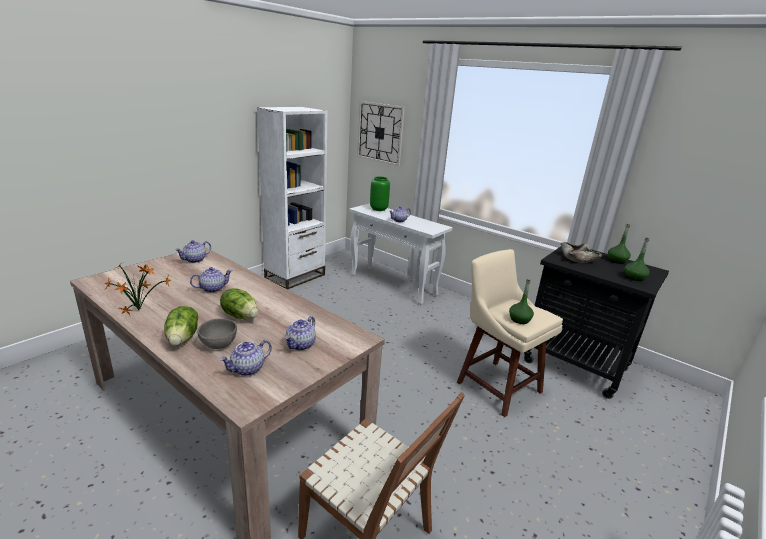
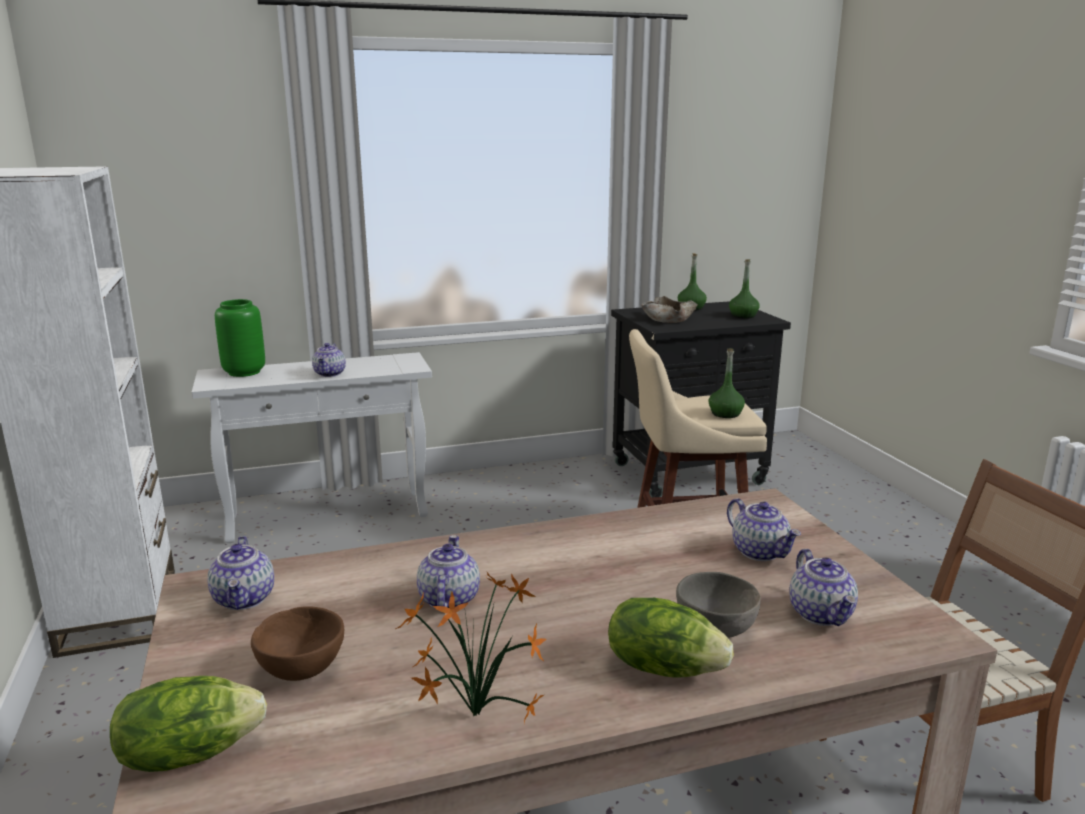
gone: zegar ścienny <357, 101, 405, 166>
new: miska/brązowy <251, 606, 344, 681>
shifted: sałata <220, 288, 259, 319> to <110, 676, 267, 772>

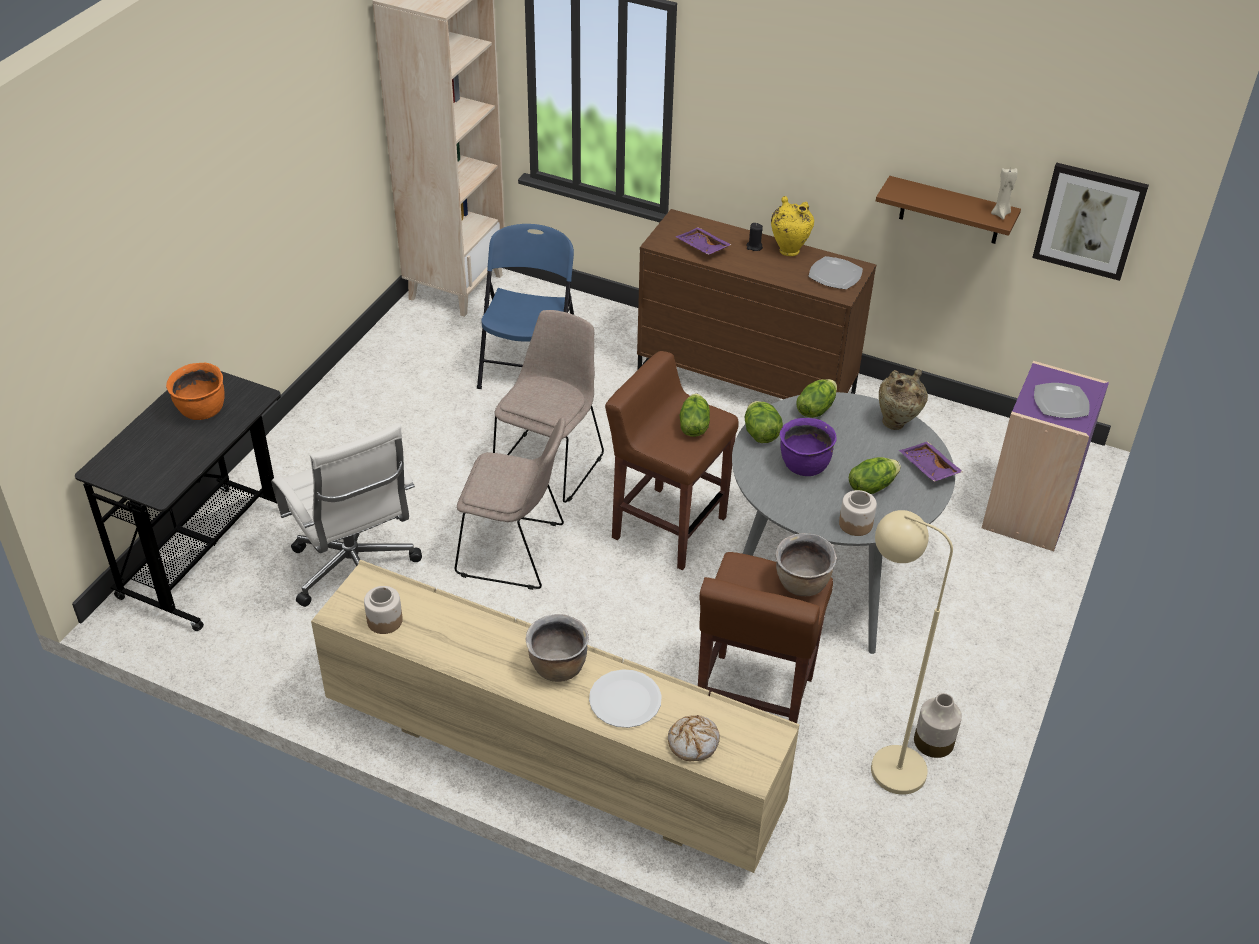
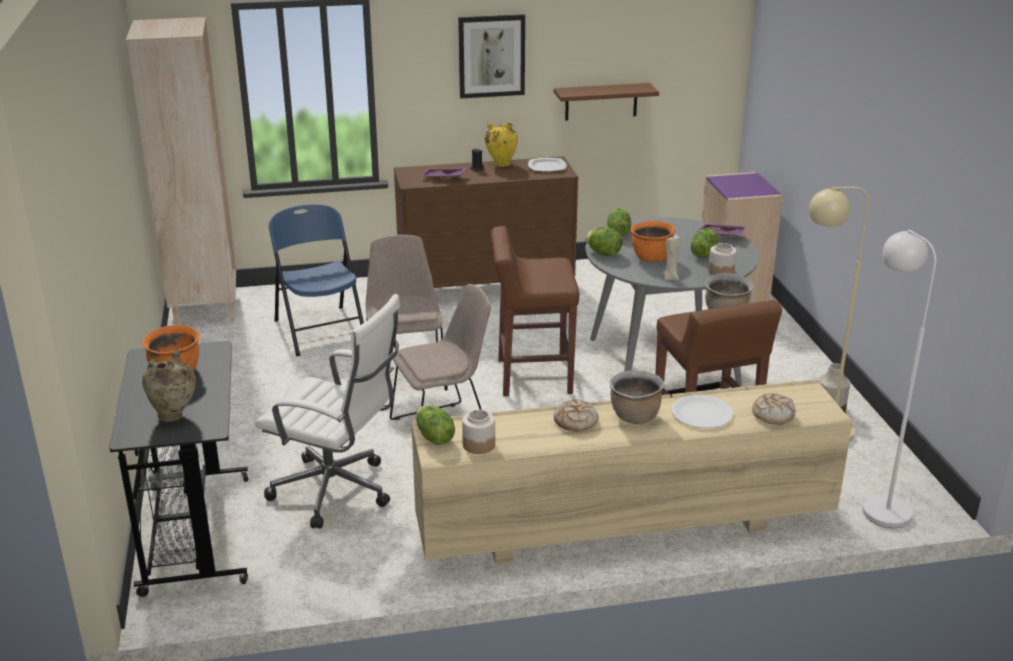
gone: talerz <1034, 383, 1090, 418>
new: chleb <554, 399, 599, 432>; lampa stojąca/biały <862, 229, 936, 528>
shifted: wazon/beżowy <879, 369, 928, 430> to <142, 350, 196, 422>; sałata <680, 393, 710, 437> to <416, 406, 455, 445>; obraz <1032, 163, 1149, 281> to <458, 14, 525, 98>; świeca/beżowy <991, 168, 1018, 220> to <662, 235, 681, 281>
repainted: garnek/fioletowy <780, 418, 837, 476> to garnek/pomarańczowy <631, 221, 675, 262>

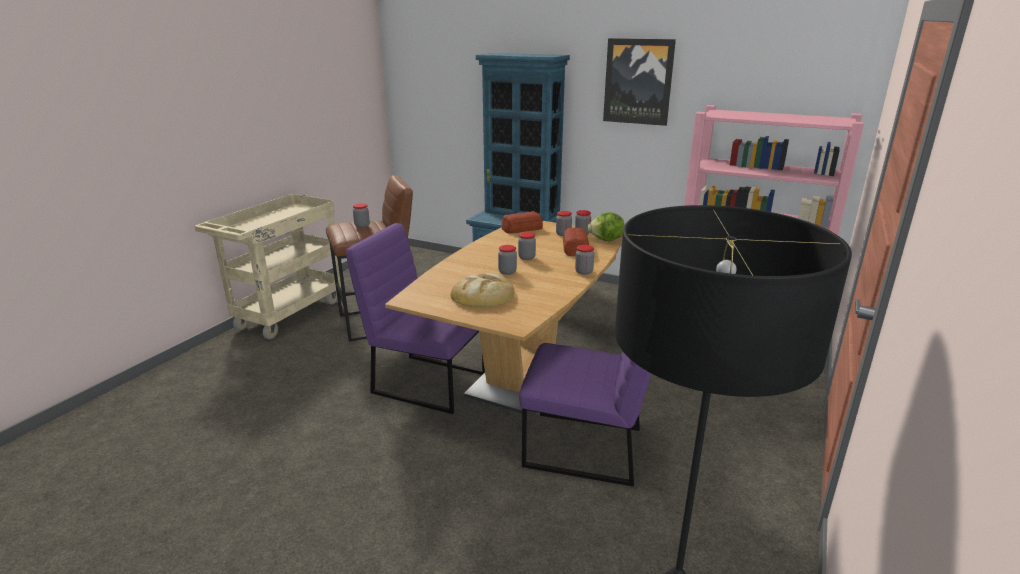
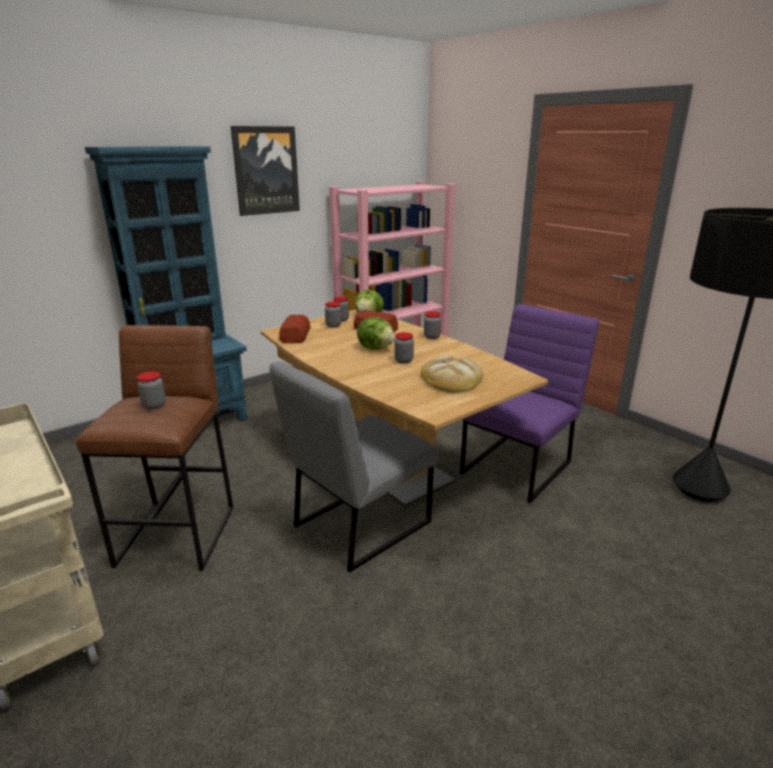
swapped: słoik <518, 232, 536, 260> to sałata <357, 317, 395, 350>
repainted: krzesło/fioletowy <346, 223, 485, 414> to krzesło/szary <270, 361, 438, 572>

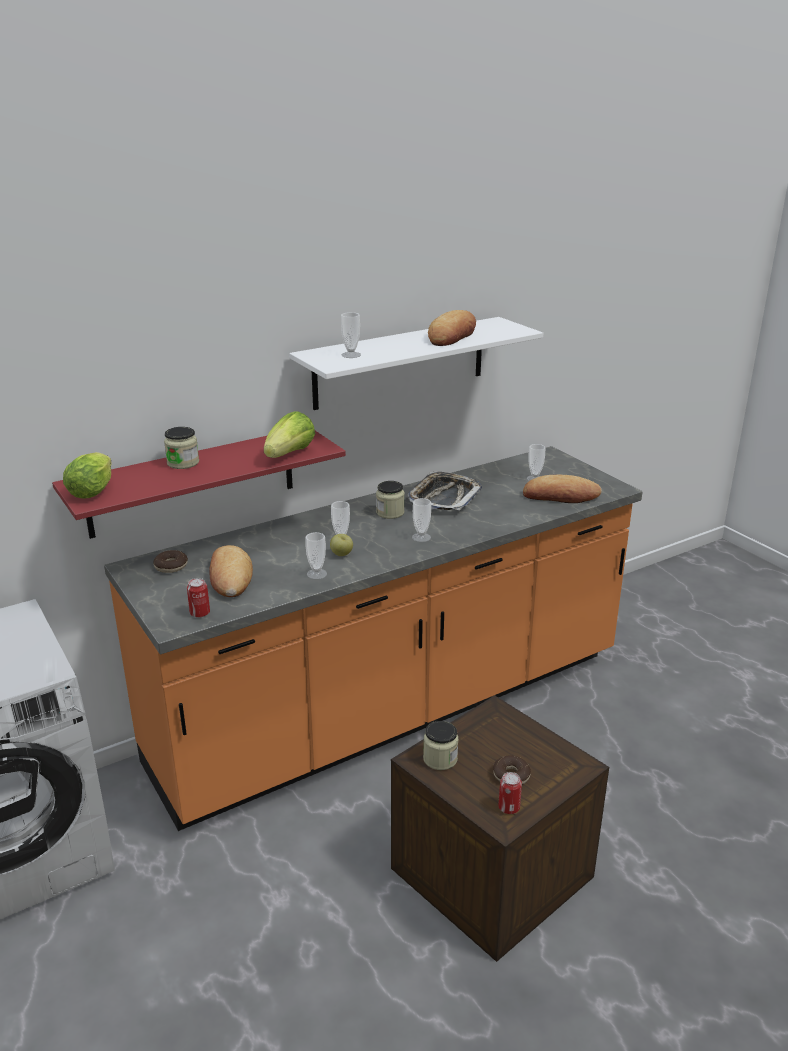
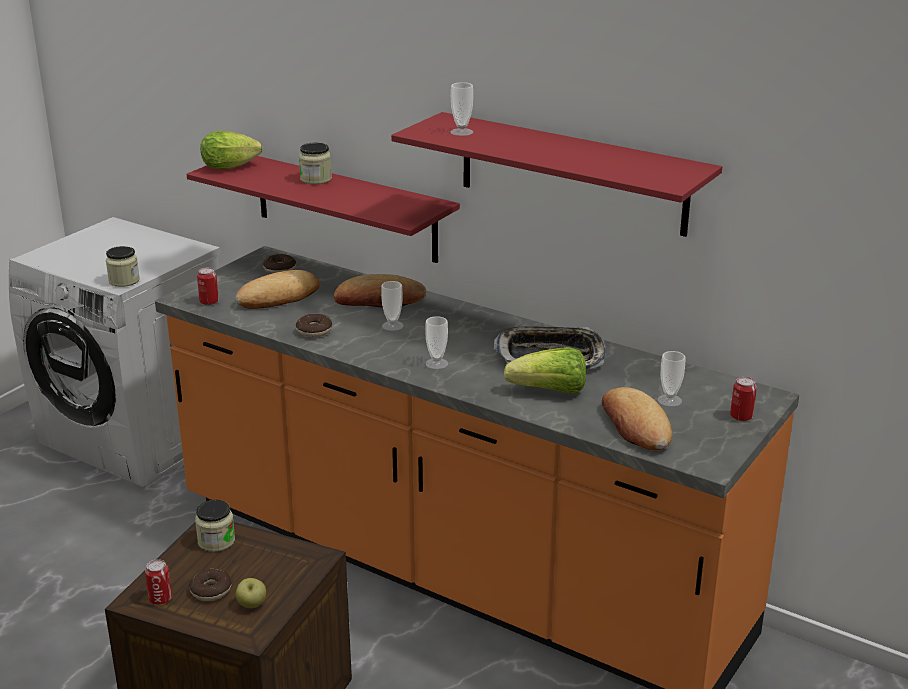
new: puszka <730, 377, 757, 421>
shifted: słoik <376, 481, 405, 519> to <106, 246, 140, 287>; jabłko <330, 534, 353, 556> to <236, 578, 266, 608>; chleb <428, 310, 476, 346> to <334, 274, 427, 308>; sałata <264, 411, 315, 458> to <504, 347, 586, 394>
swapped: filiżanka <306, 532, 327, 579> to donut <296, 314, 332, 338>
repainted: półka/biały <289, 317, 543, 410> to półka/czerwony <391, 112, 722, 237>

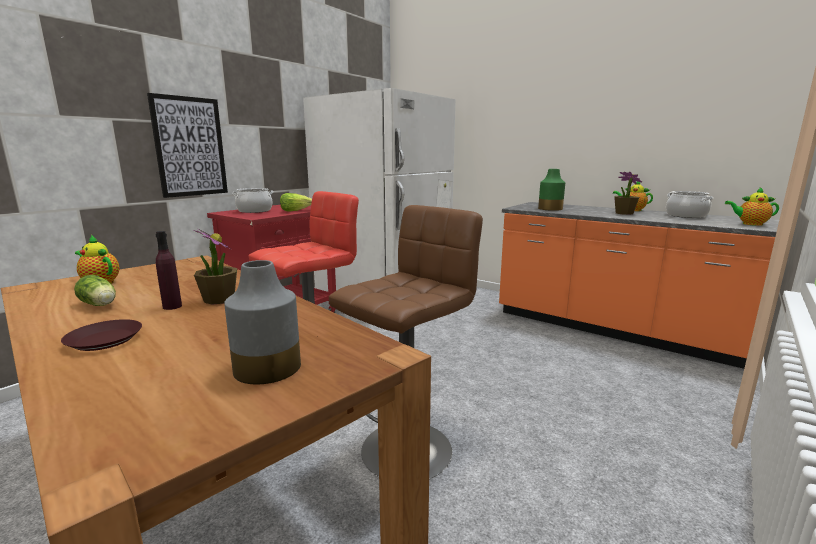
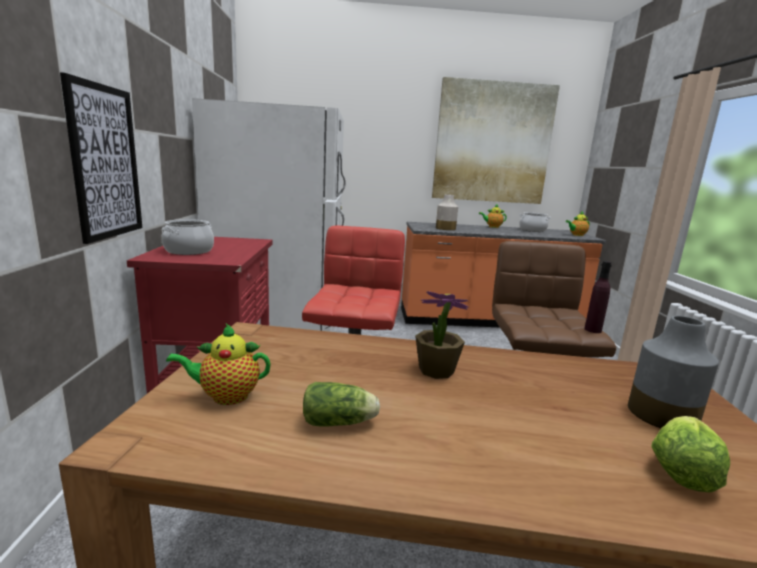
gone: talerz/brązowy <61, 319, 142, 351>; roślina doniczkowa <614, 171, 642, 215>
new: obraz <432, 77, 560, 204>
shifted: butelka/fioletowy <155, 231, 182, 310> to <584, 261, 612, 333>; sałata <280, 193, 312, 212> to <652, 416, 730, 492>
repainted: wazon/zielony <538, 169, 565, 211> to wazon/beżowy <436, 194, 458, 230>

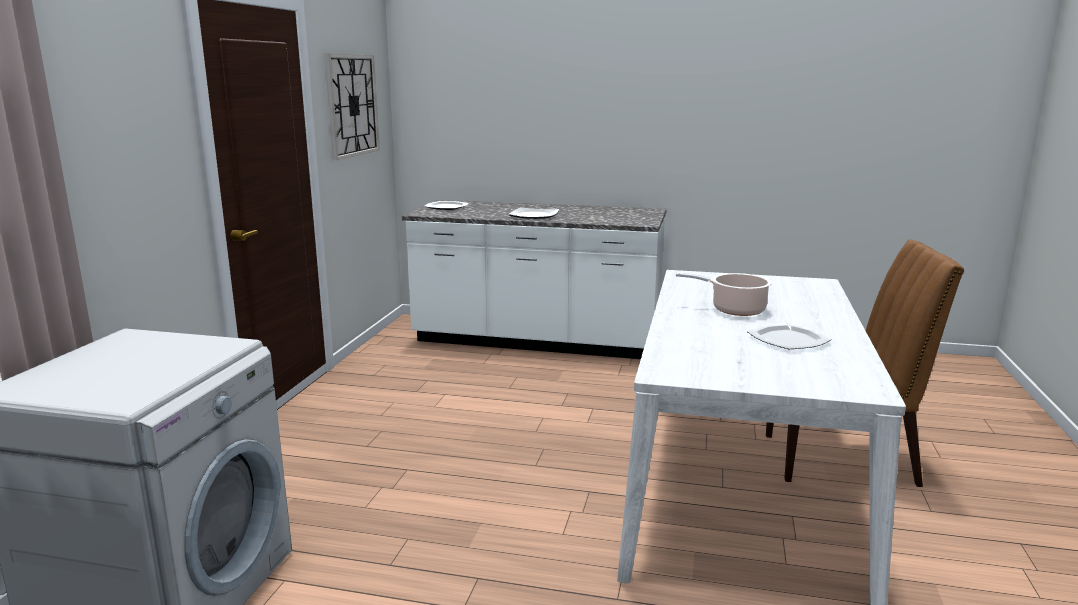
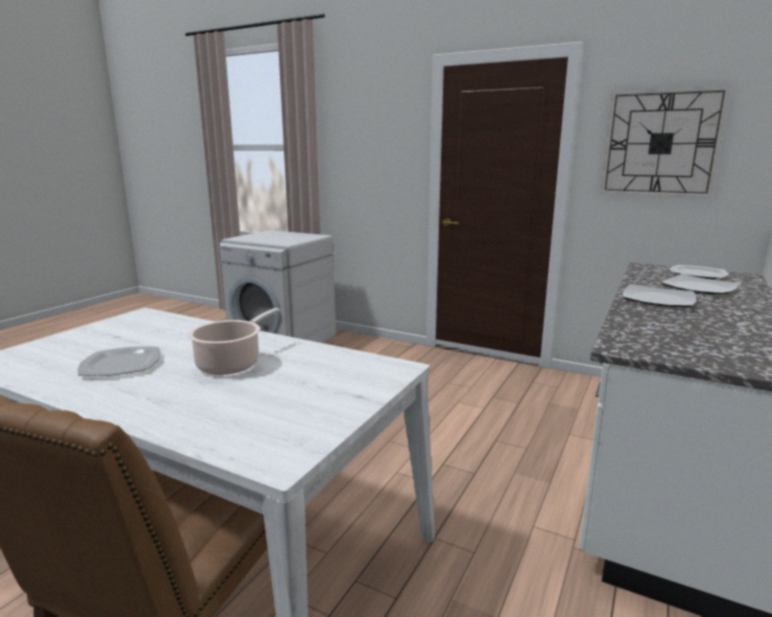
new: talerz <661, 274, 740, 295>

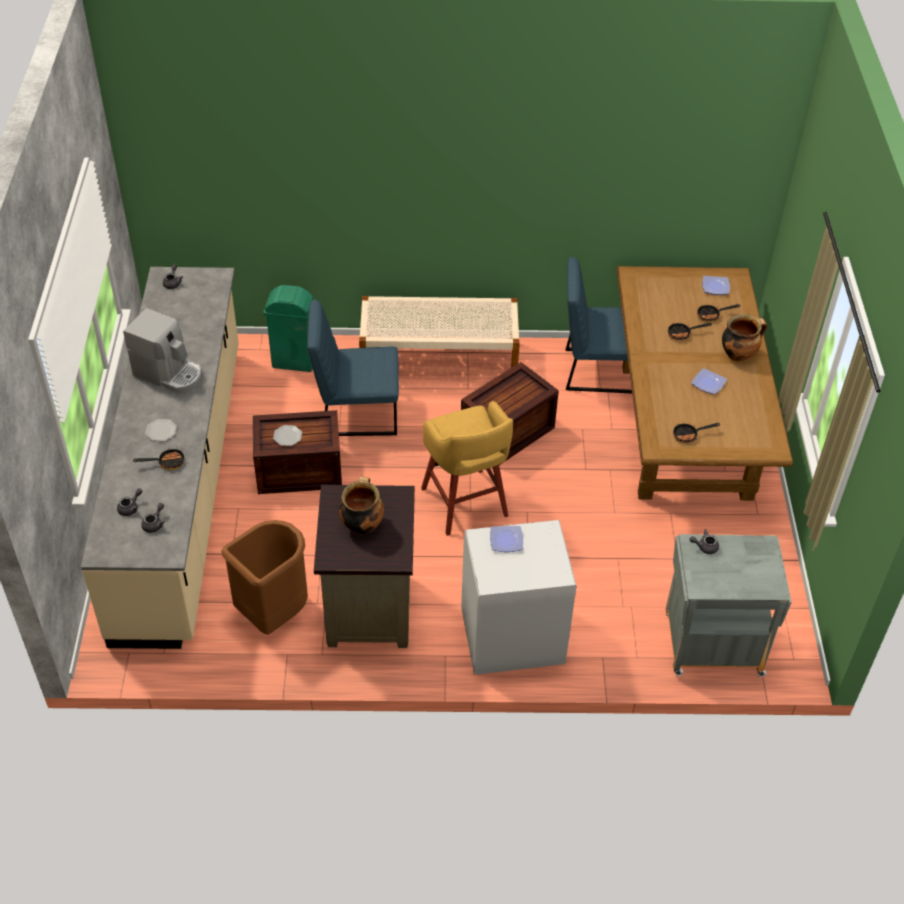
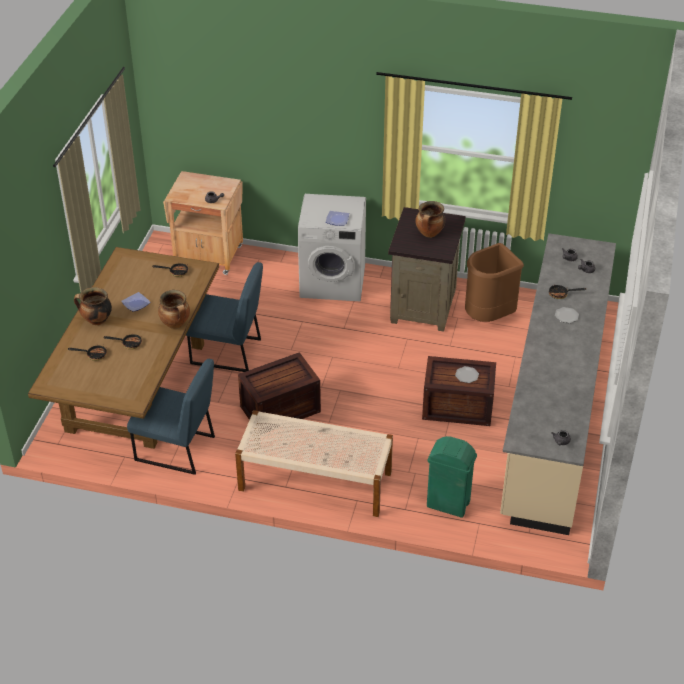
gone: ekspres do kawy <123, 308, 202, 393>; stołek/żółty <421, 401, 513, 536>; talerz <702, 276, 730, 295>
new: garnek <158, 290, 190, 329>
shifted: krzesło/niebieski <307, 300, 399, 436> to <186, 262, 263, 372>
repainted: wózek/szary <666, 534, 792, 677> to wózek/brązowy <163, 171, 243, 275>

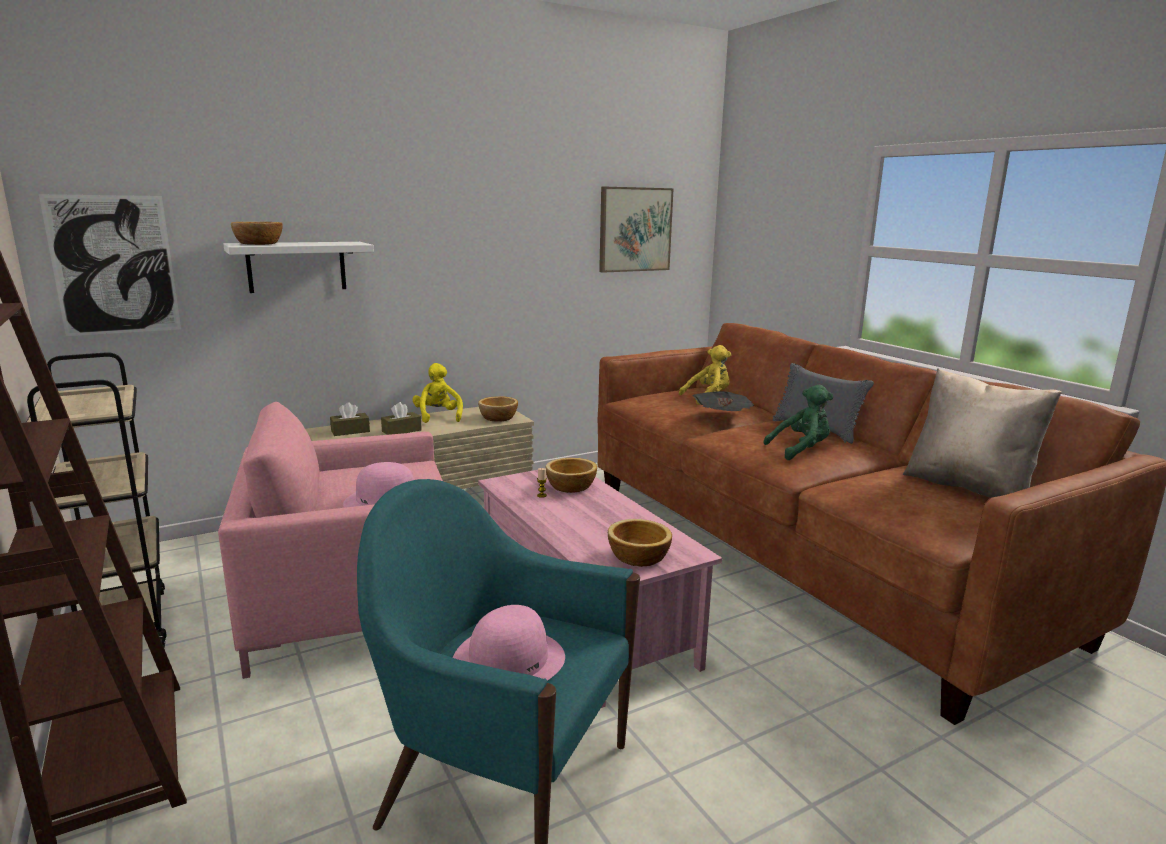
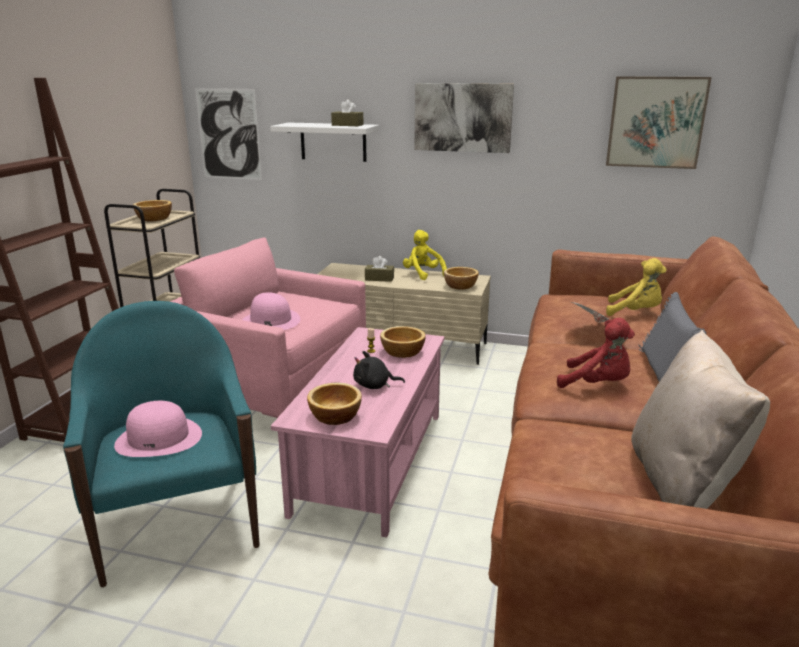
new: pluszak/czarny <353, 351, 405, 389>; obraz <415, 83, 514, 153>
shifted: miska <231, 222, 282, 245> to <133, 200, 172, 221>; pudełko chusteczek/brązowy <330, 402, 370, 436> to <331, 99, 364, 126>
repainted: pluszak/zielony <763, 385, 833, 460> to pluszak/czerwony <557, 318, 635, 388>
rotated: pluszak/żółty <413, 363, 463, 423> = <403, 230, 447, 280> 60 degrees counterclockwise

